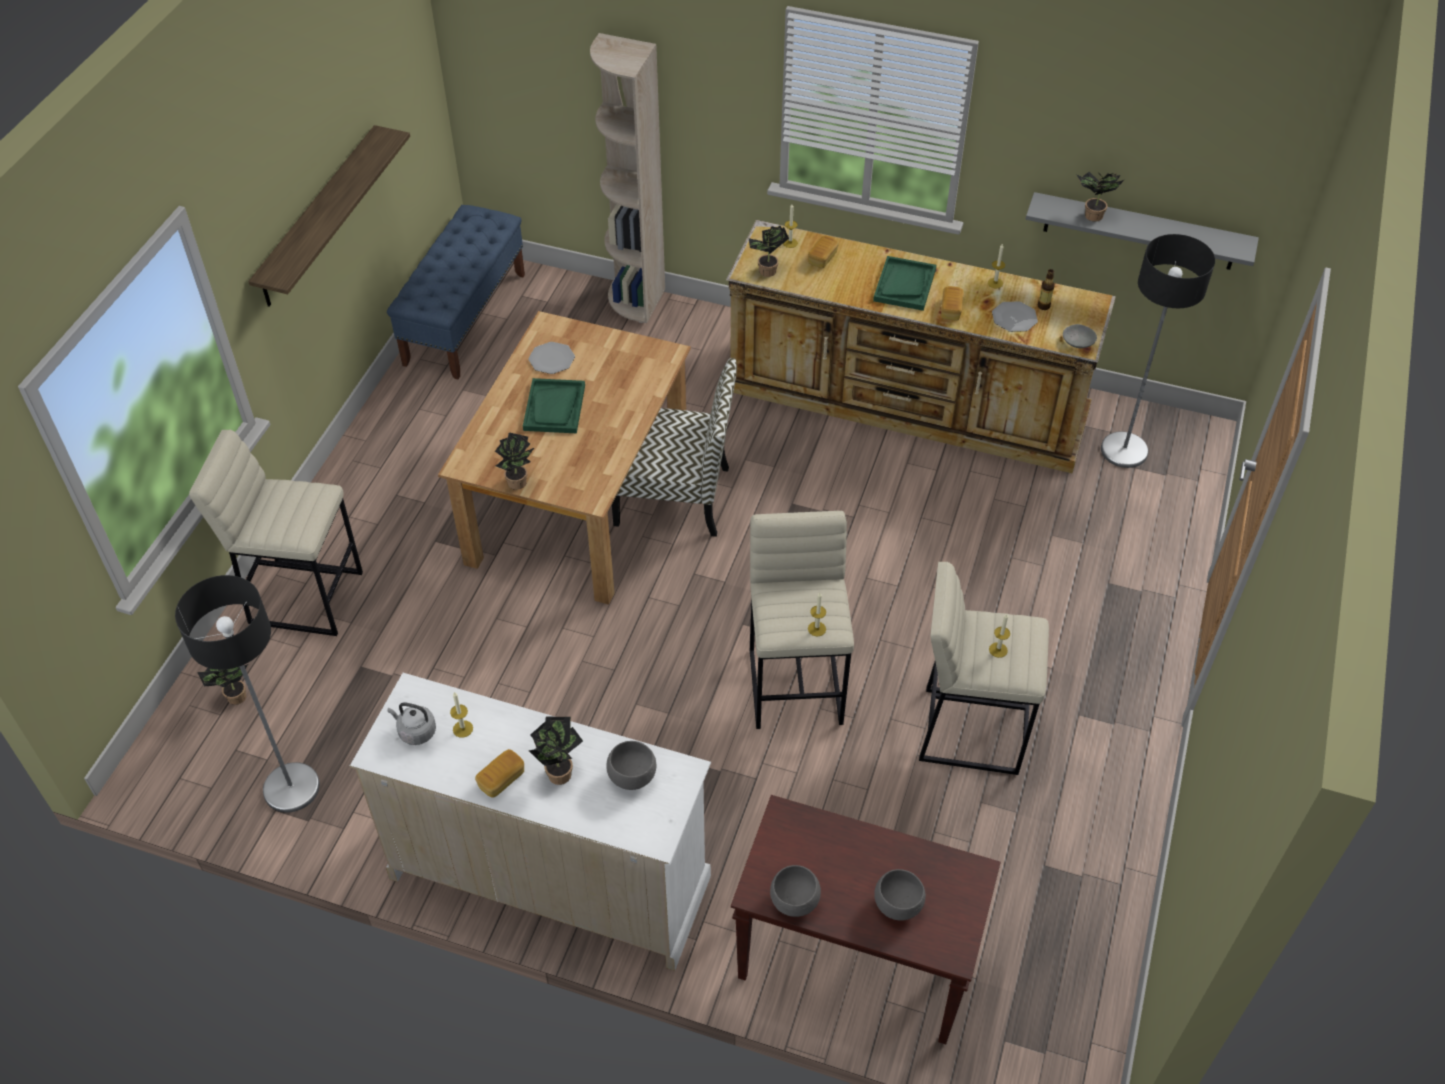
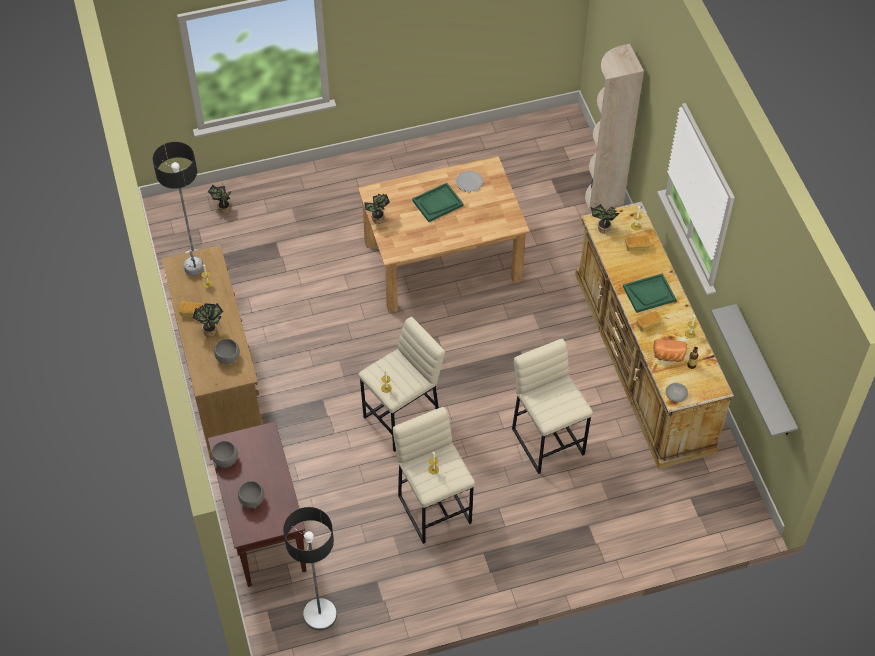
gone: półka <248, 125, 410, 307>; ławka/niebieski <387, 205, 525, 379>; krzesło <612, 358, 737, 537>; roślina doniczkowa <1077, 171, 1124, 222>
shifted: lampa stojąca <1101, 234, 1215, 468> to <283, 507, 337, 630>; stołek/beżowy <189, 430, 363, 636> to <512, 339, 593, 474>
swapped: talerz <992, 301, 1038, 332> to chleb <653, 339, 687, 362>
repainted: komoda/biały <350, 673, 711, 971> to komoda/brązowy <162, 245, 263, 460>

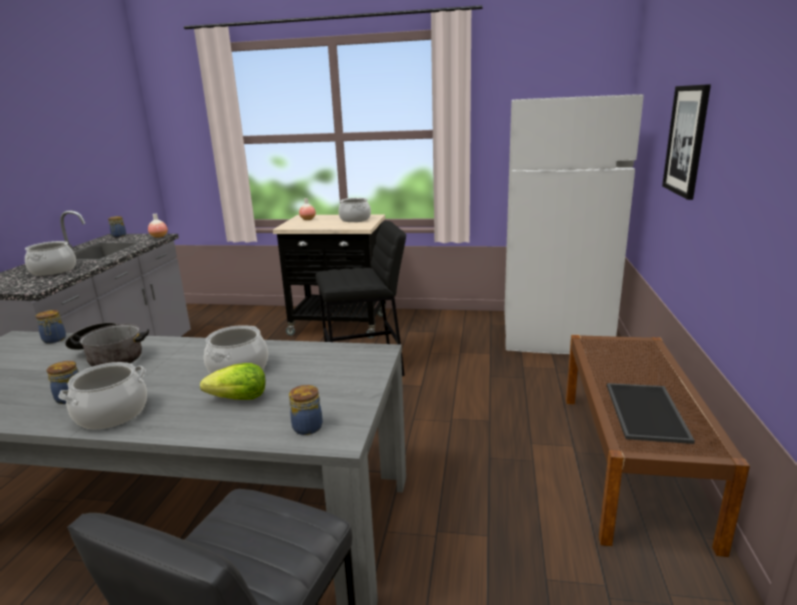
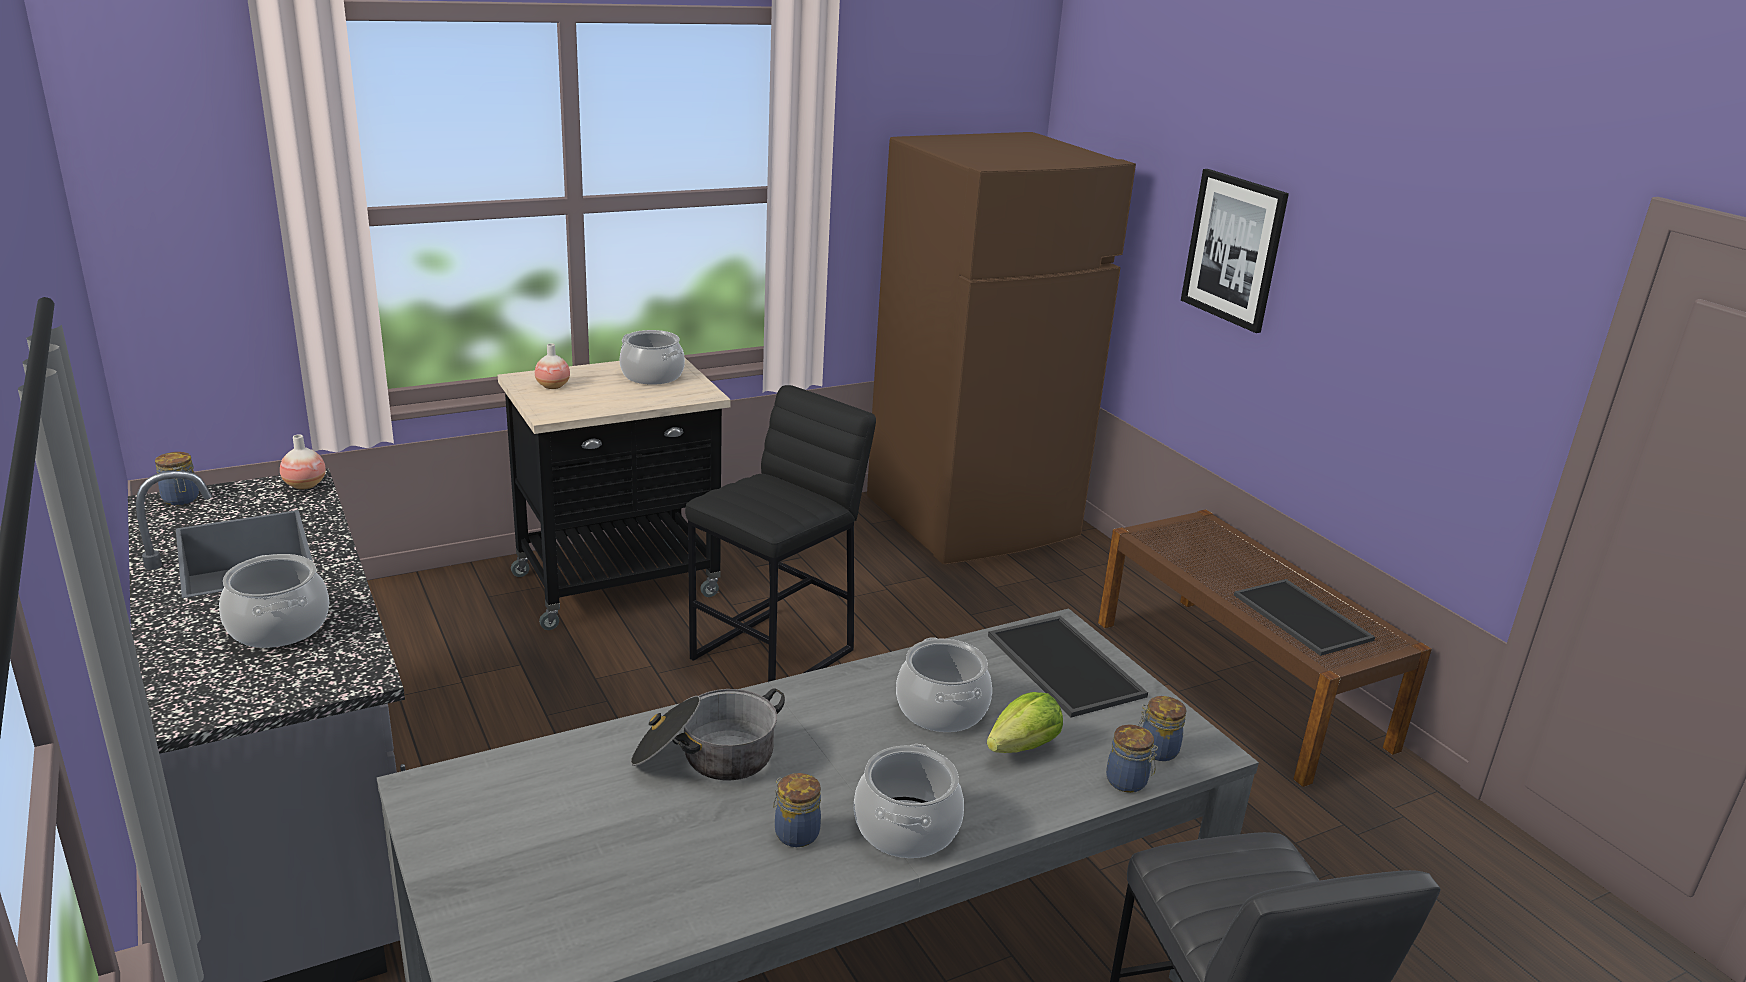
new: taca <988, 616, 1148, 717>
shifted: słoik <36, 310, 66, 344> to <1106, 725, 1158, 793>
repainted: lodówka/biały <505, 94, 644, 354> to lodówka/brązowy <867, 132, 1136, 565>

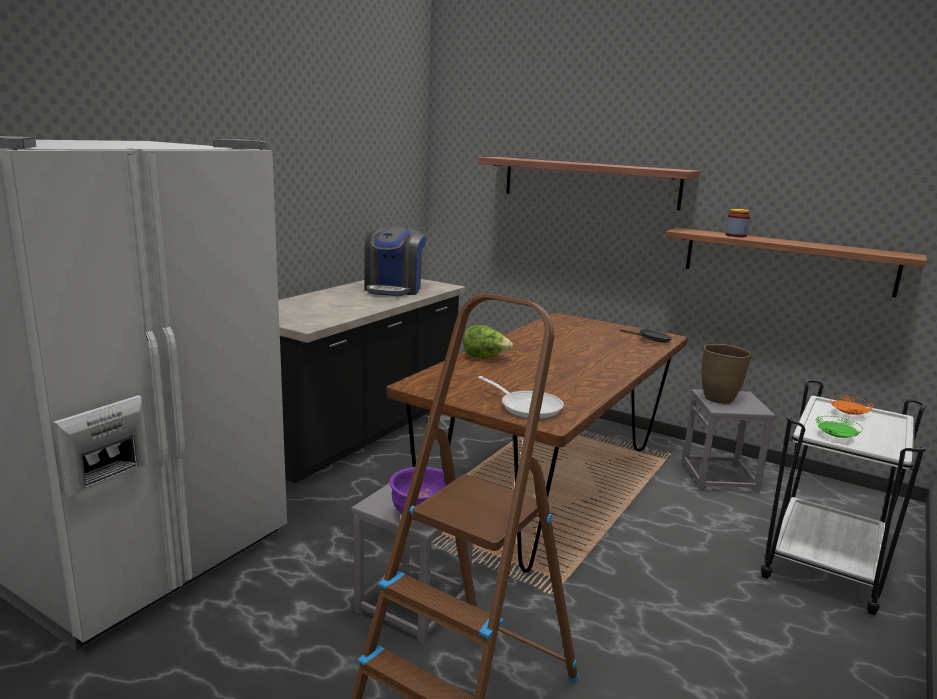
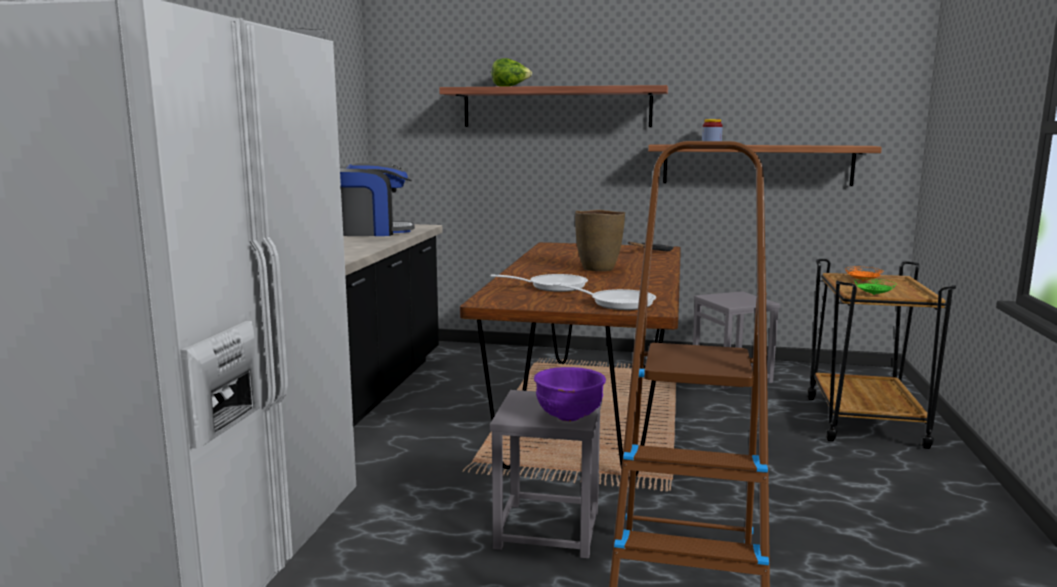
new: patelnia <491, 274, 588, 292>
shifted: sałata <463, 325, 513, 359> to <491, 58, 532, 87>; wazon/brązowy <701, 344, 752, 404> to <575, 210, 625, 271>
repainted: wózek/biały <761, 380, 926, 615> to wózek/brązowy <807, 259, 956, 449>
rotated: ekspres do kawy <364, 227, 426, 296> = <340, 163, 415, 236> 90 degrees counterclockwise

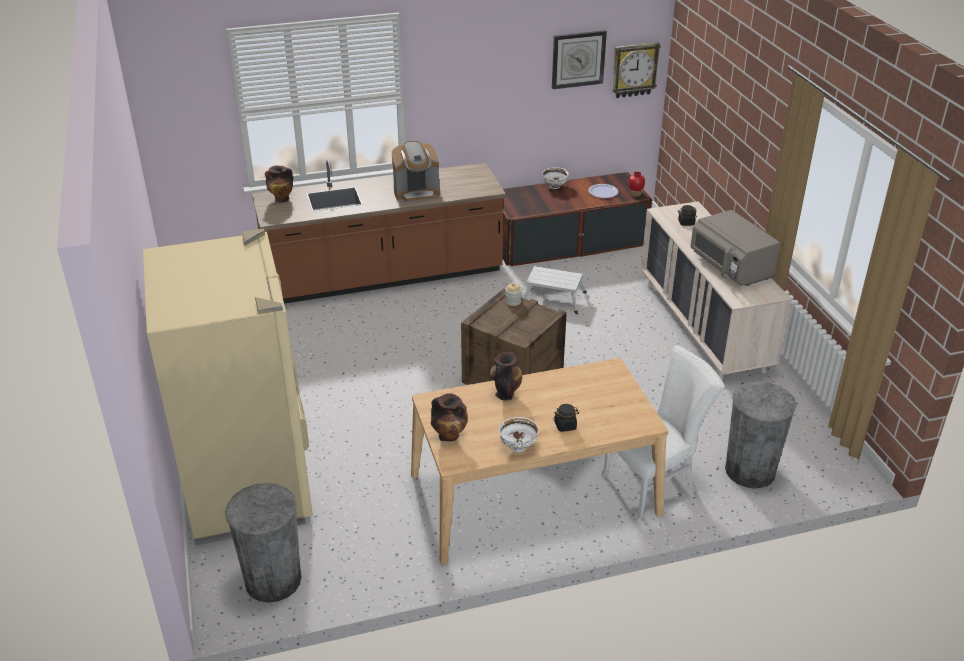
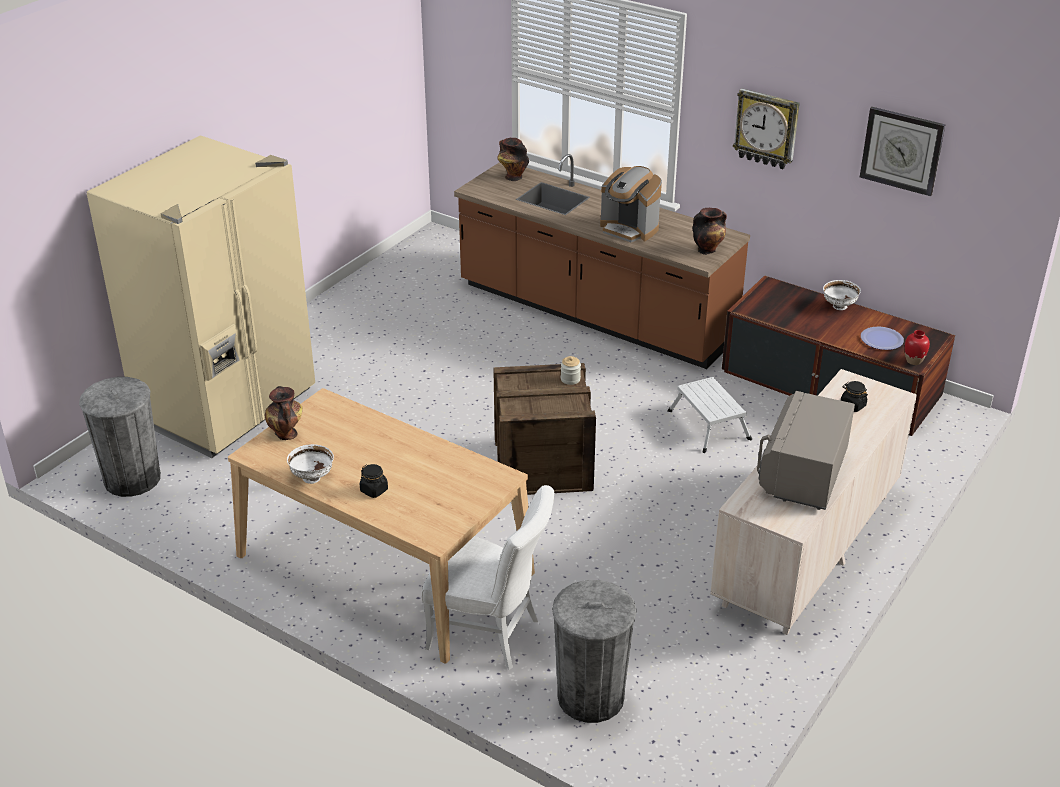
shifted: wazon <490, 352, 522, 400> to <692, 208, 727, 255>; zegar ścienny <612, 42, 661, 98> to <733, 88, 800, 169>

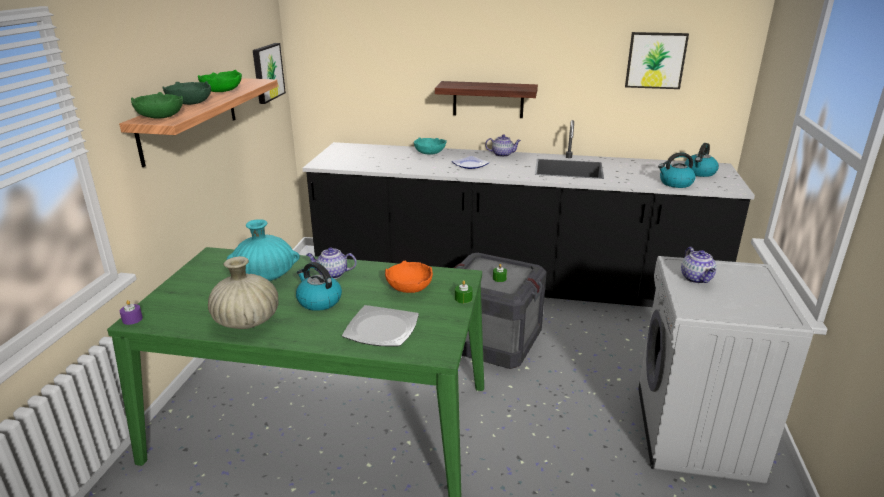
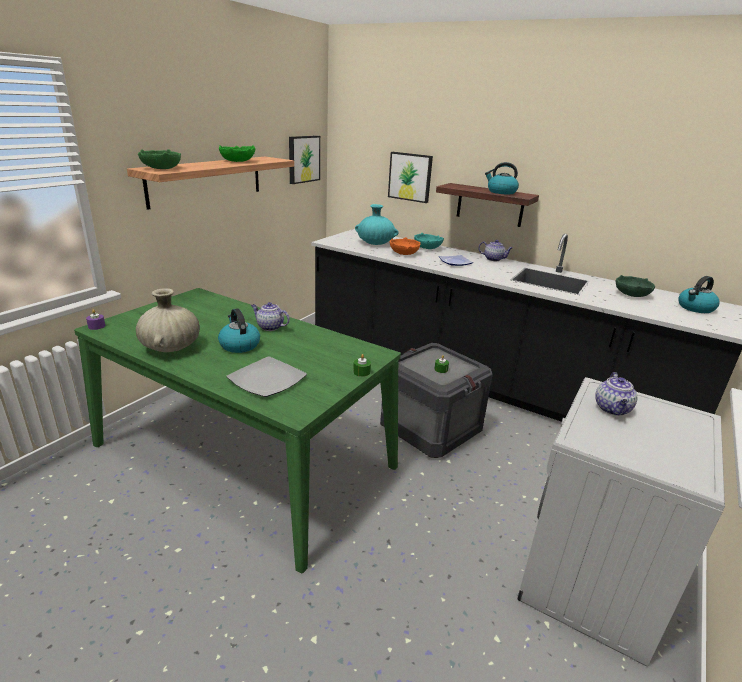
shifted: wazon/turkusowy <227, 219, 300, 281> to <355, 204, 399, 245>; obraz <625, 32, 689, 89> to <388, 152, 433, 203>; miska/pomarańczowy <385, 261, 433, 293> to <390, 237, 421, 255>; czajnik <658, 152, 695, 188> to <485, 162, 519, 194>; miska/zielony <162, 81, 211, 105> to <616, 275, 655, 297>

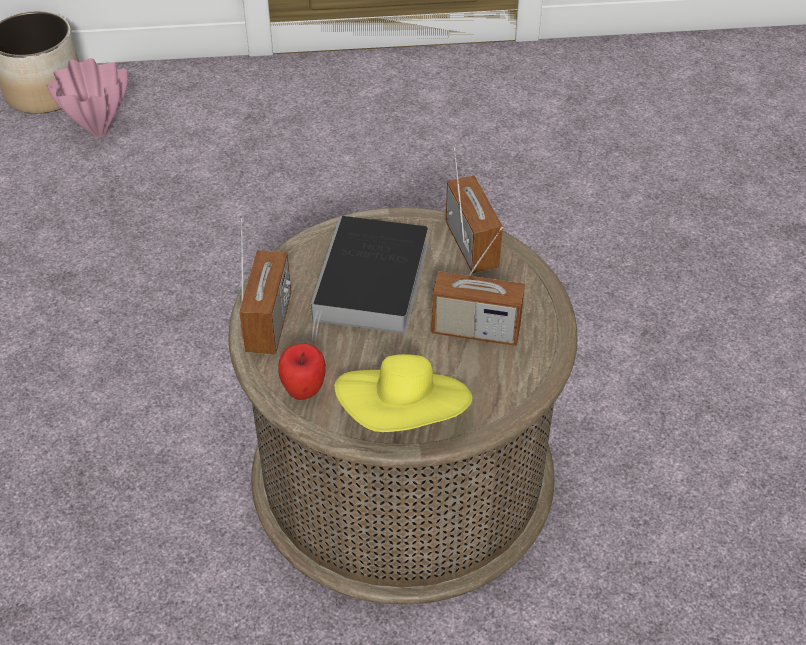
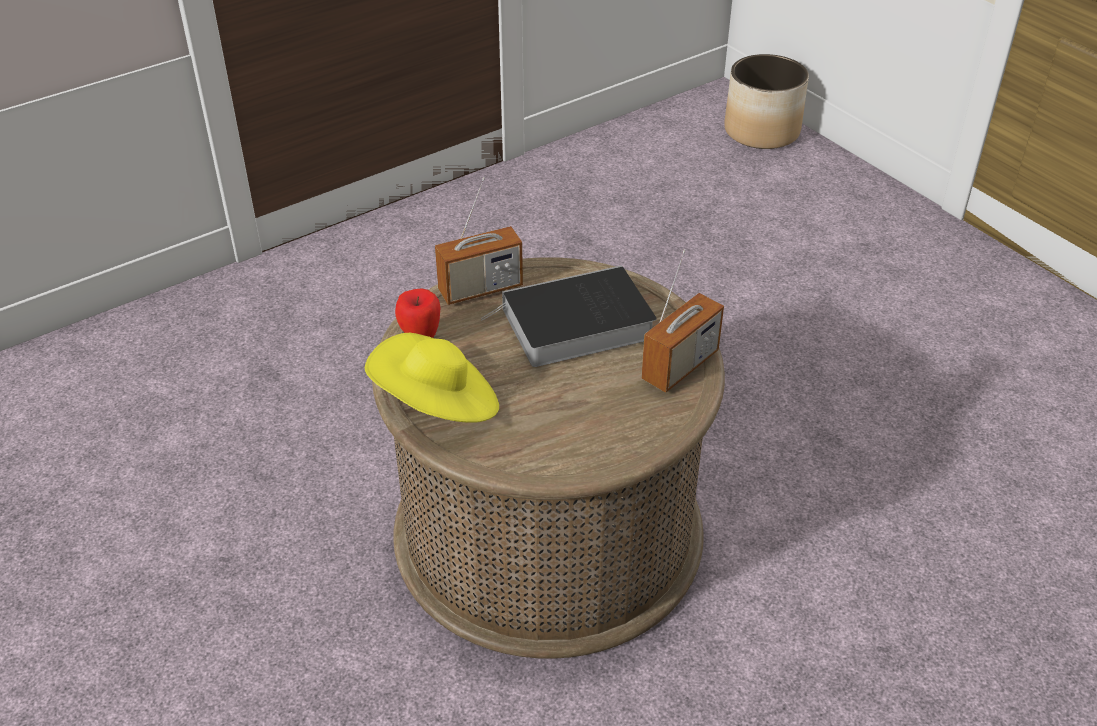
gone: wazon/różowy <46, 58, 128, 138>; radio <432, 227, 525, 346>

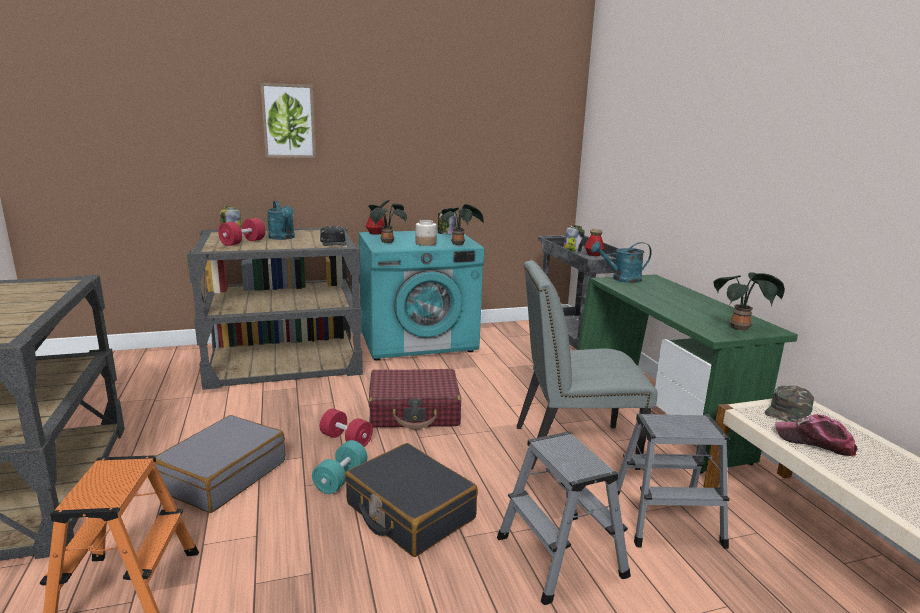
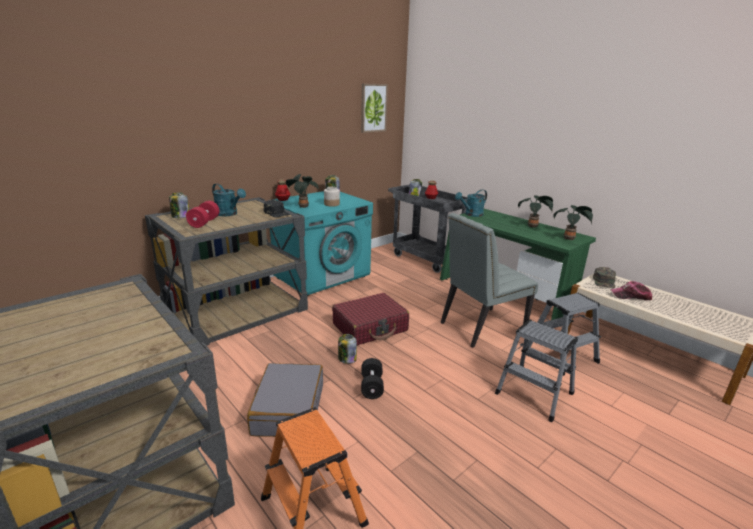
gone: walizka/czarny <345, 443, 478, 557>
shifted: obraz <260, 83, 316, 158> to <361, 84, 388, 133>; roślina doniczkowa <441, 204, 484, 245> to <518, 195, 553, 228>
swapped: hantel/czerwony <320, 408, 373, 447> to słoik <338, 334, 357, 364>
repainted: hantel/turkusowy <312, 440, 367, 494> to hantel/czarny <361, 358, 384, 399>

